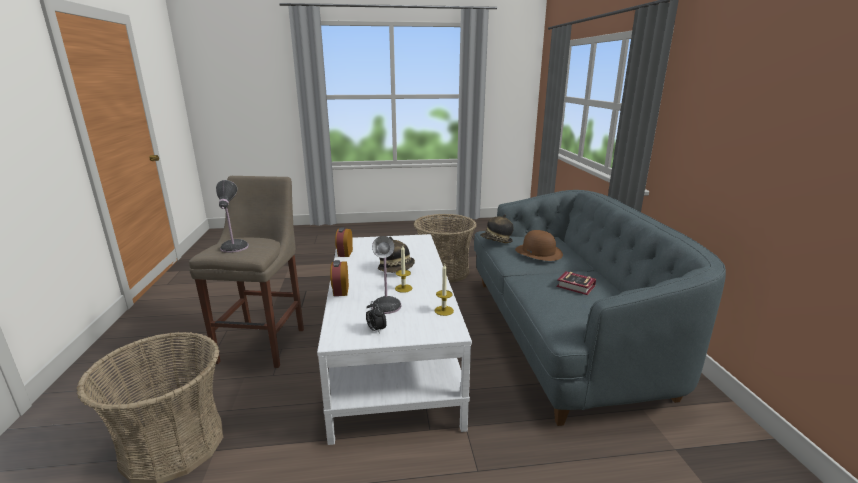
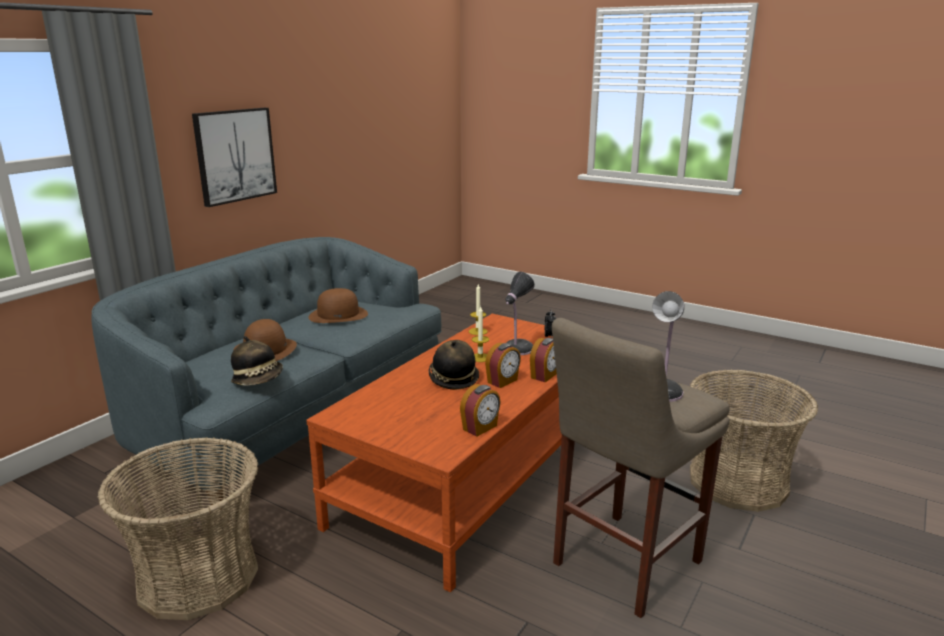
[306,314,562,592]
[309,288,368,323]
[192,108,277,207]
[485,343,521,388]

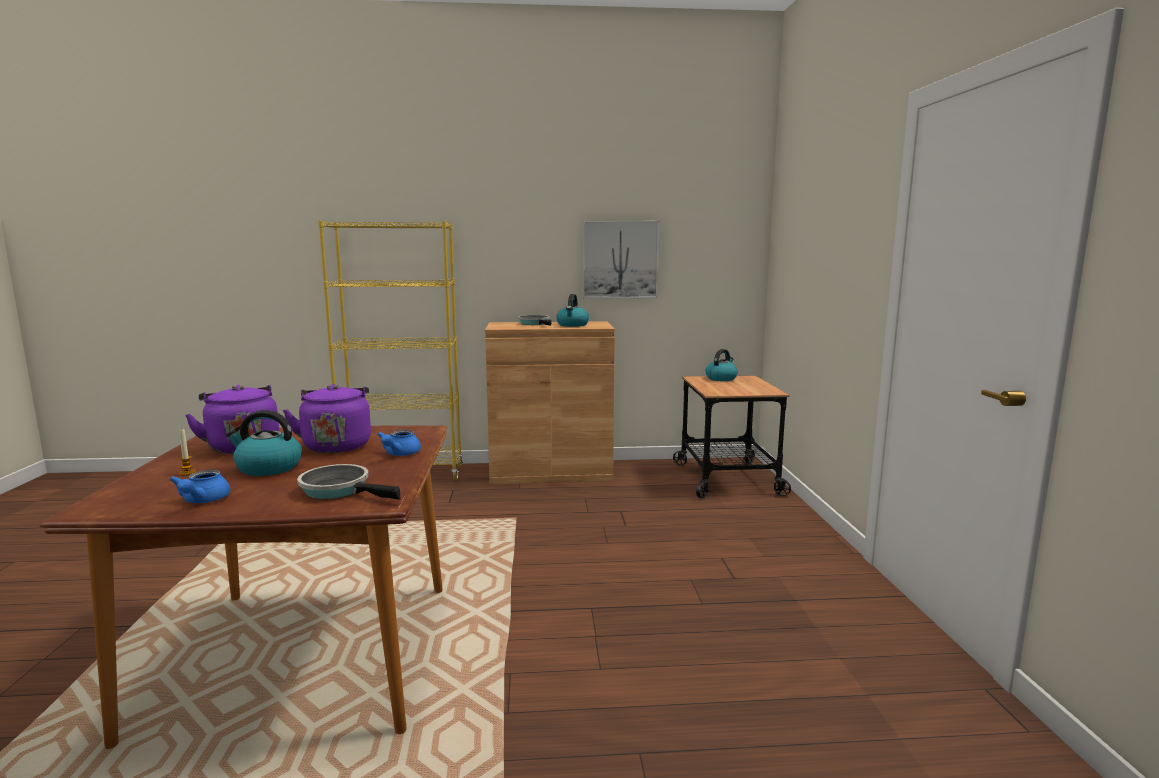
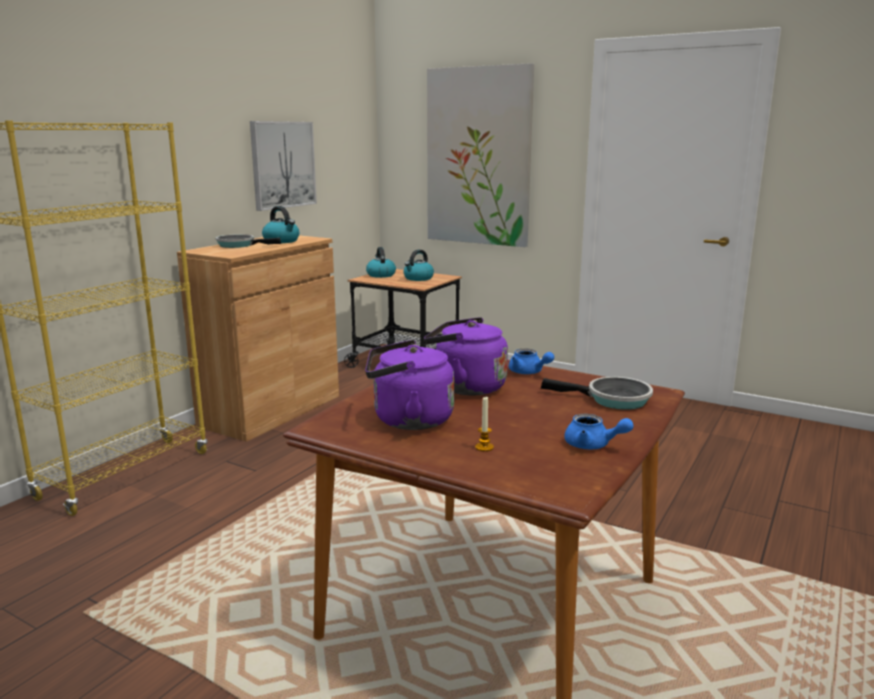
[404,250,434,281]
[541,377,653,410]
[427,63,534,247]

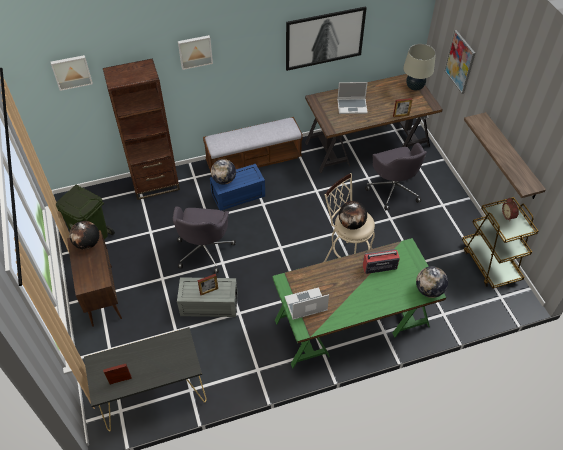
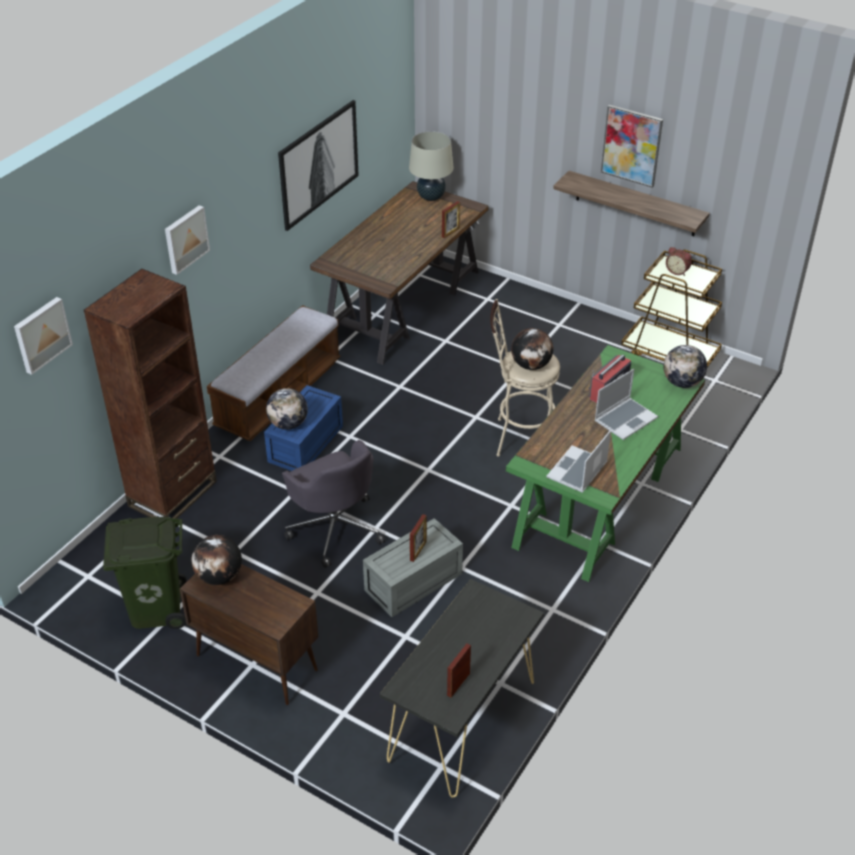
[601,105,663,188]
[595,369,658,440]
[365,143,427,210] (first image)

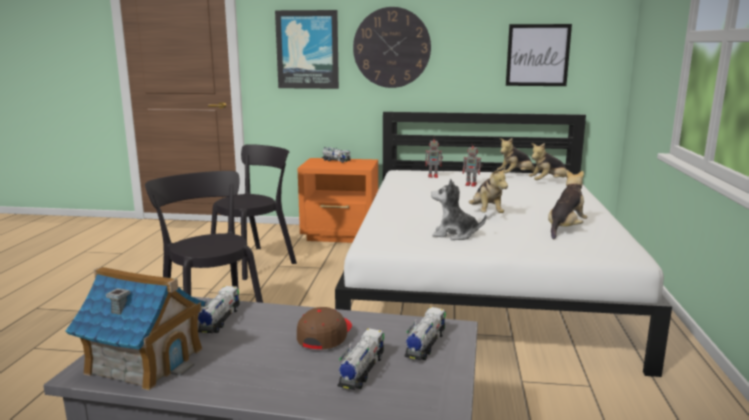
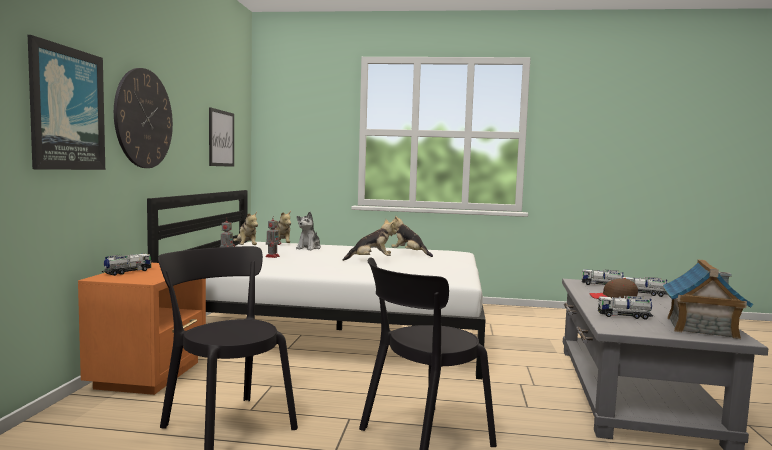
[296,212,321,250]

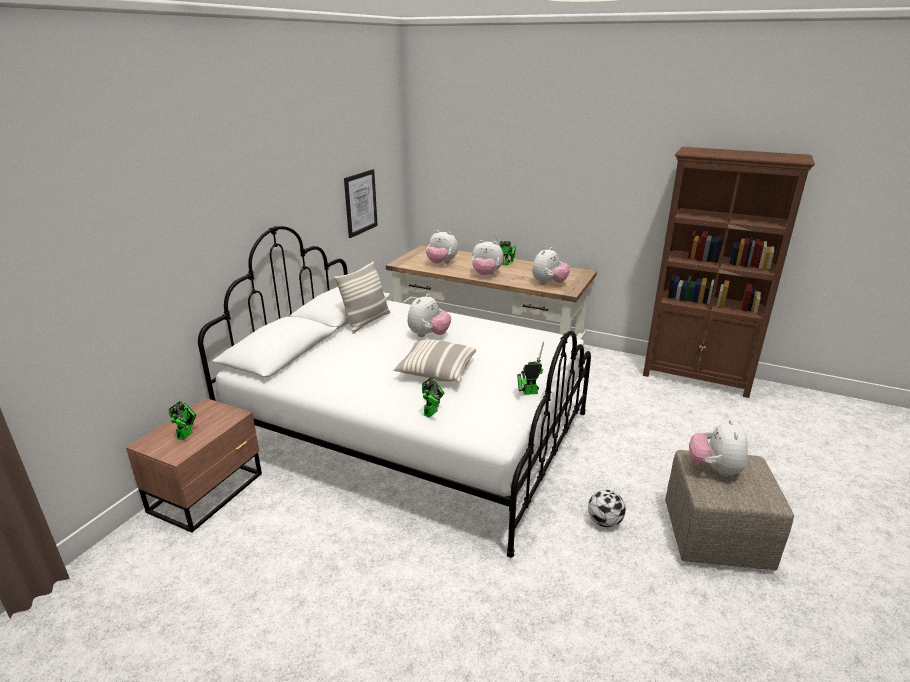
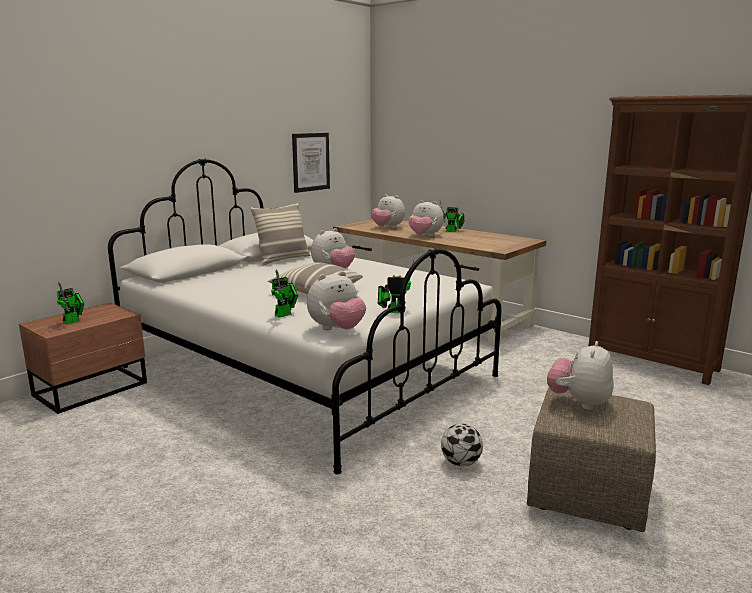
[307,271,366,330]

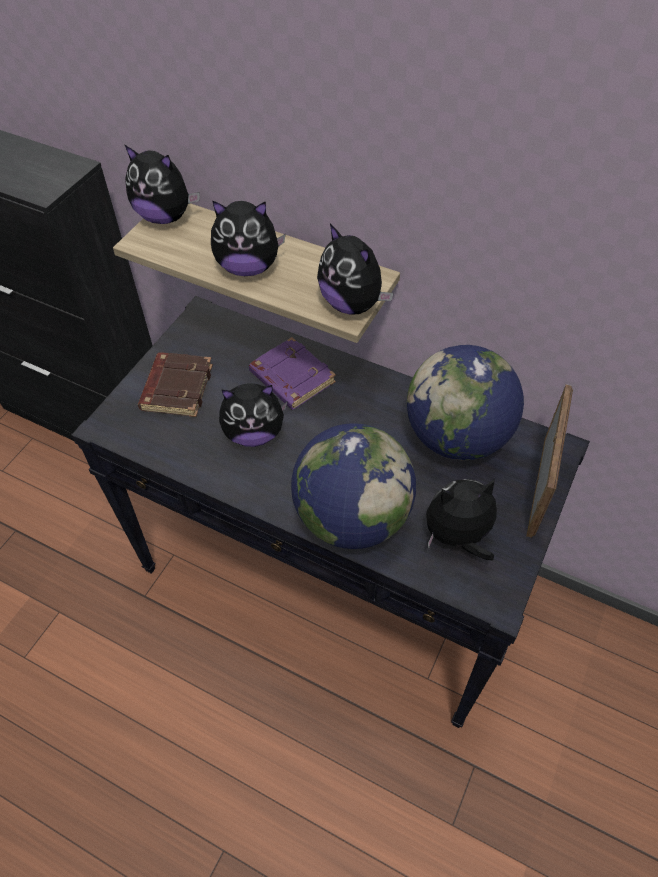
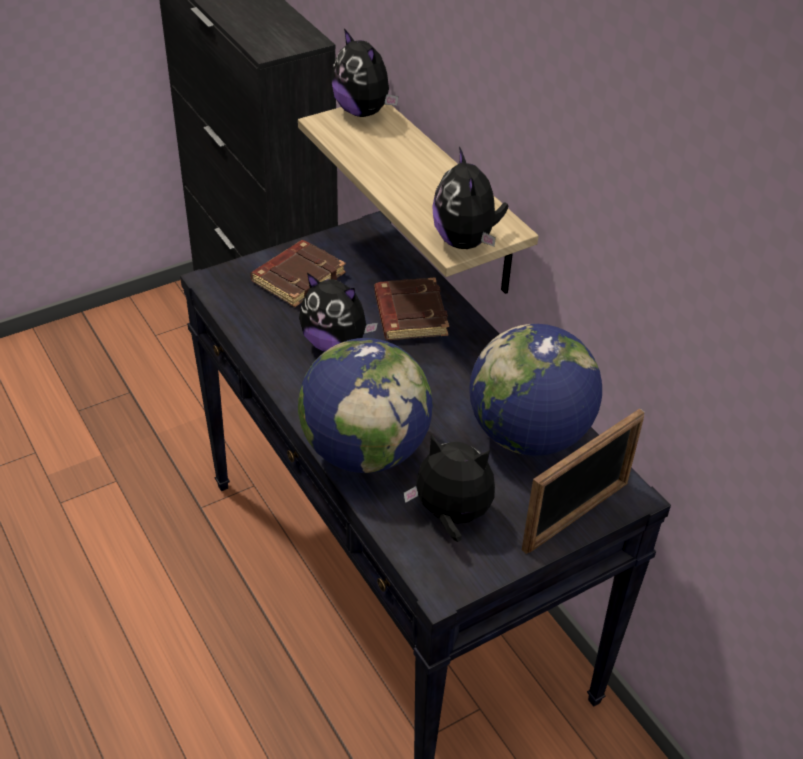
[211,200,286,276] (first image)
[374,277,449,340]

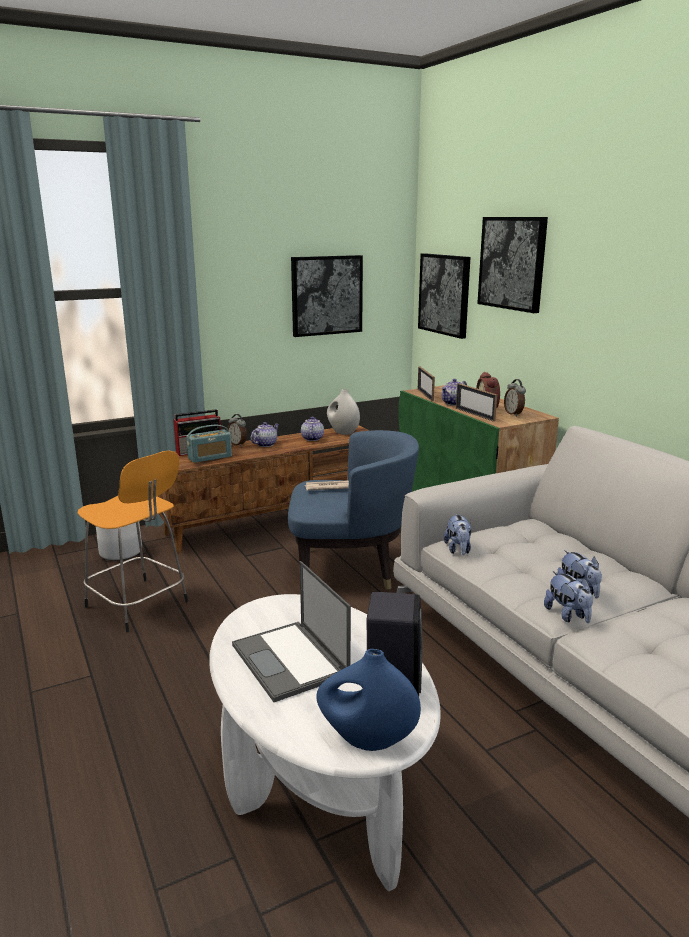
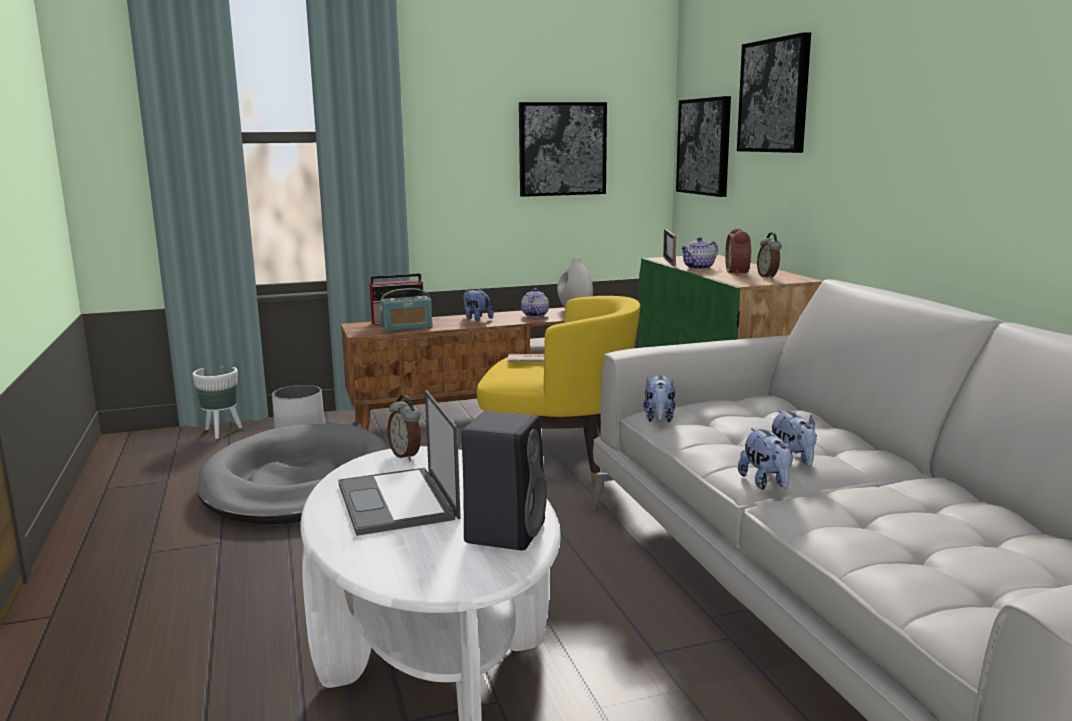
[456,383,497,422] (first image)
[387,395,421,461]
[463,288,493,321]
[477,296,640,485]
[197,423,390,524]
[316,649,421,751] (first image)
[192,366,242,439]

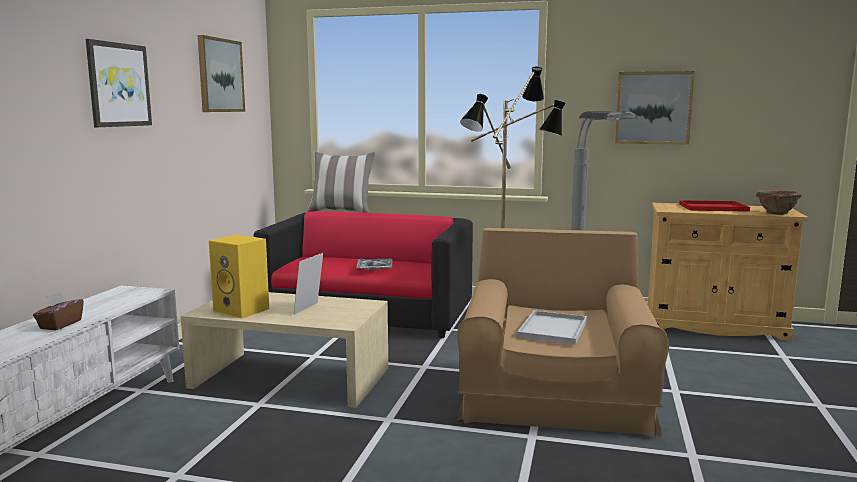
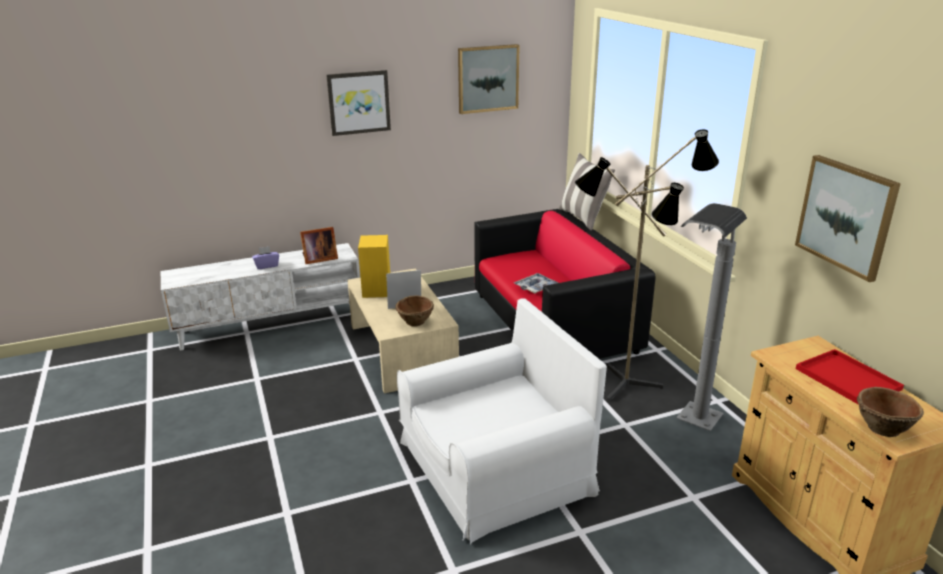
[397,298,607,544]
[252,246,279,269]
[517,310,587,345] (first image)
[300,227,338,264]
[396,296,434,327]

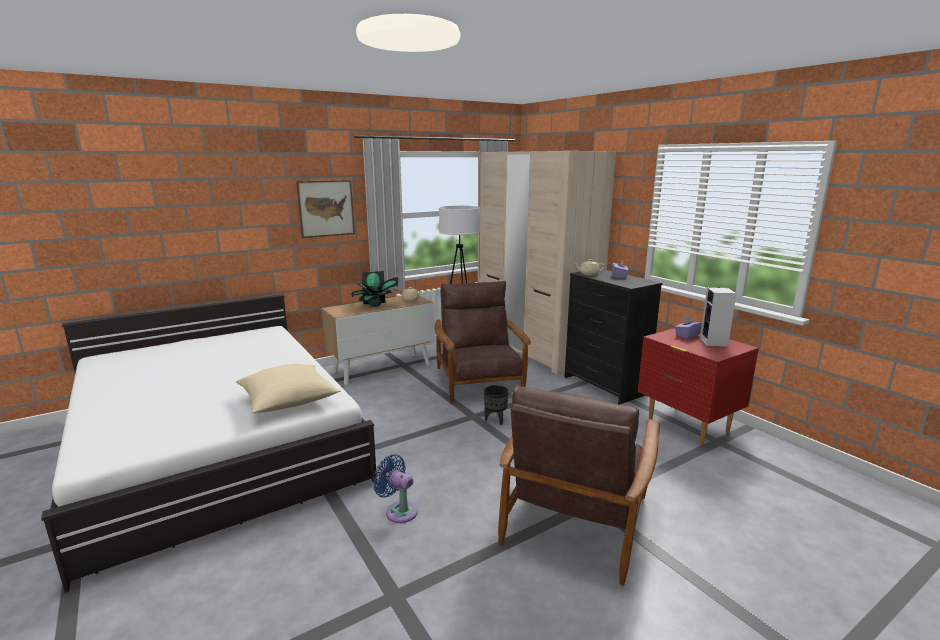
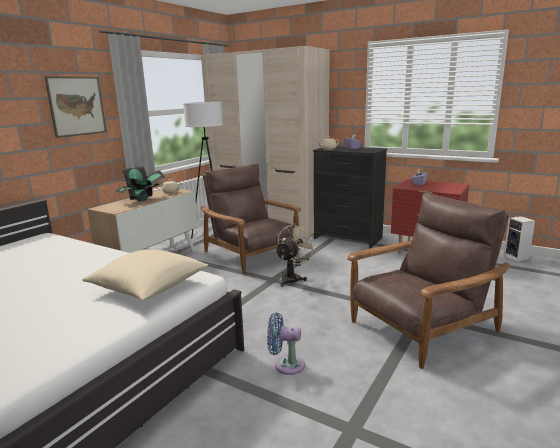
[504,216,535,262]
[275,224,317,287]
[347,192,510,369]

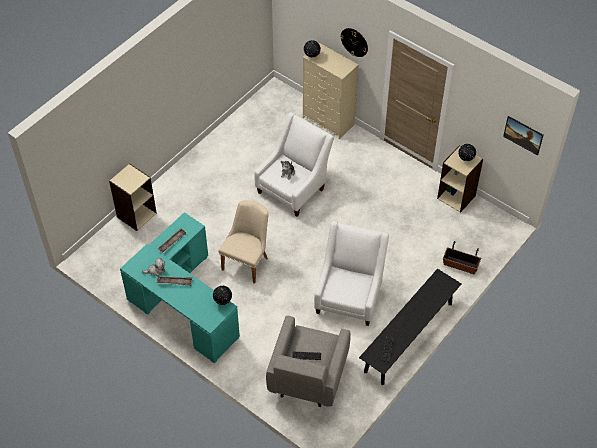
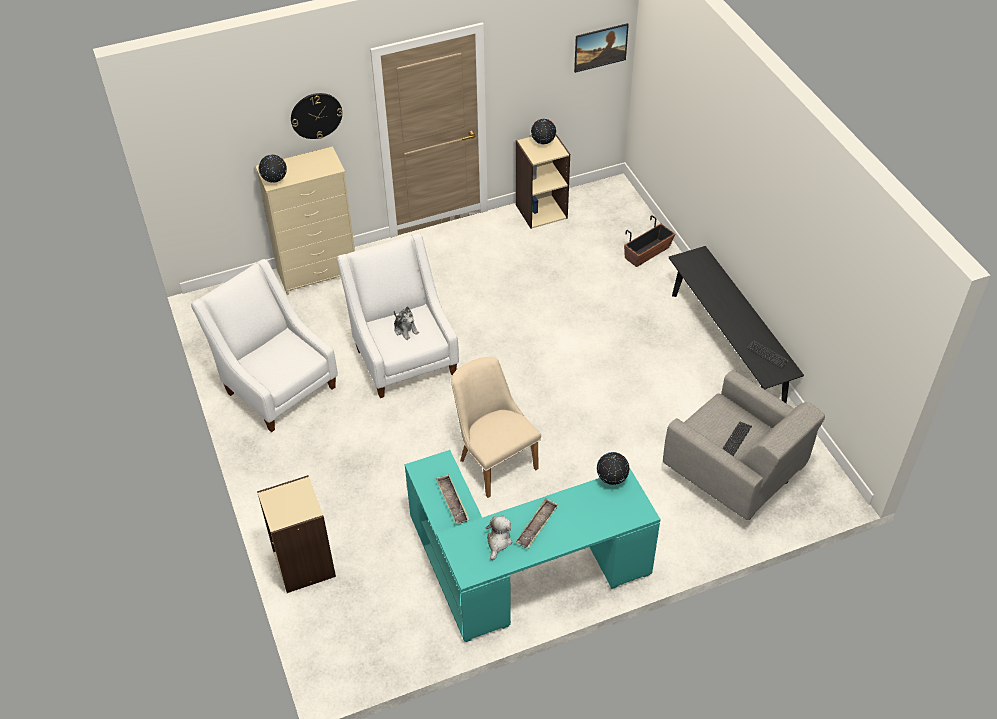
[191,259,338,432]

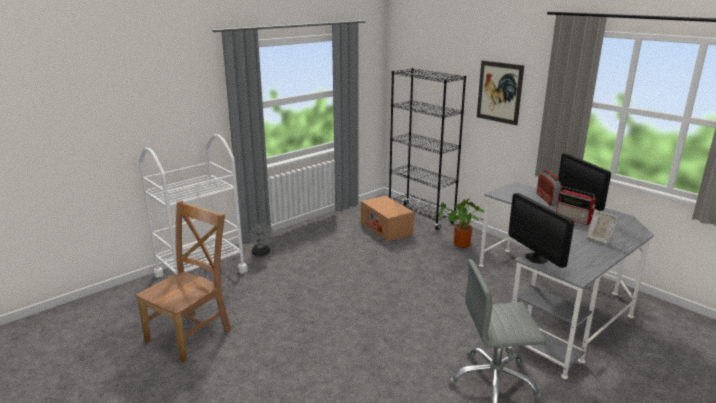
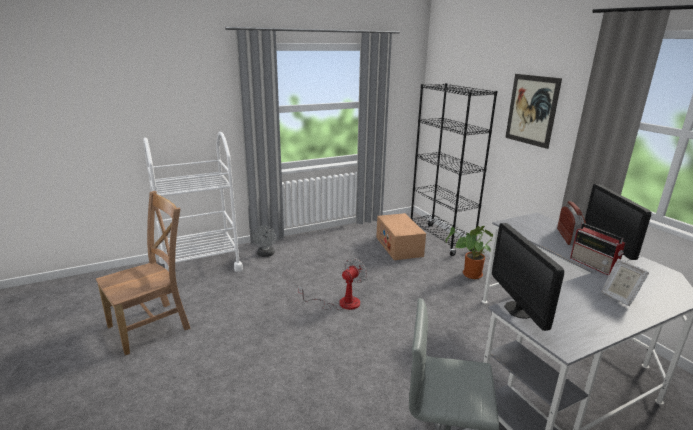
[298,258,367,311]

